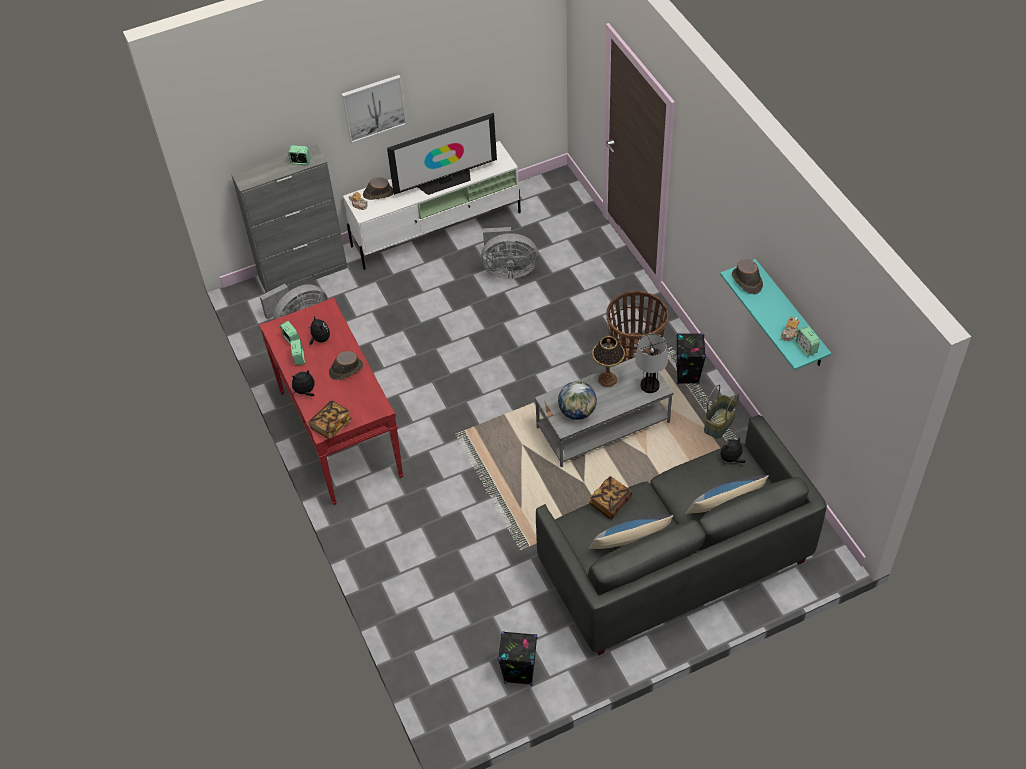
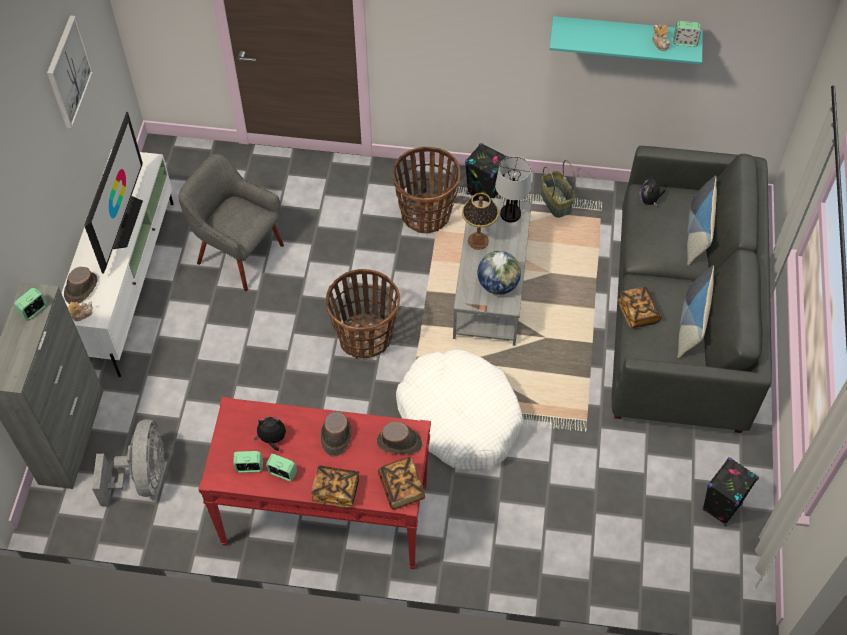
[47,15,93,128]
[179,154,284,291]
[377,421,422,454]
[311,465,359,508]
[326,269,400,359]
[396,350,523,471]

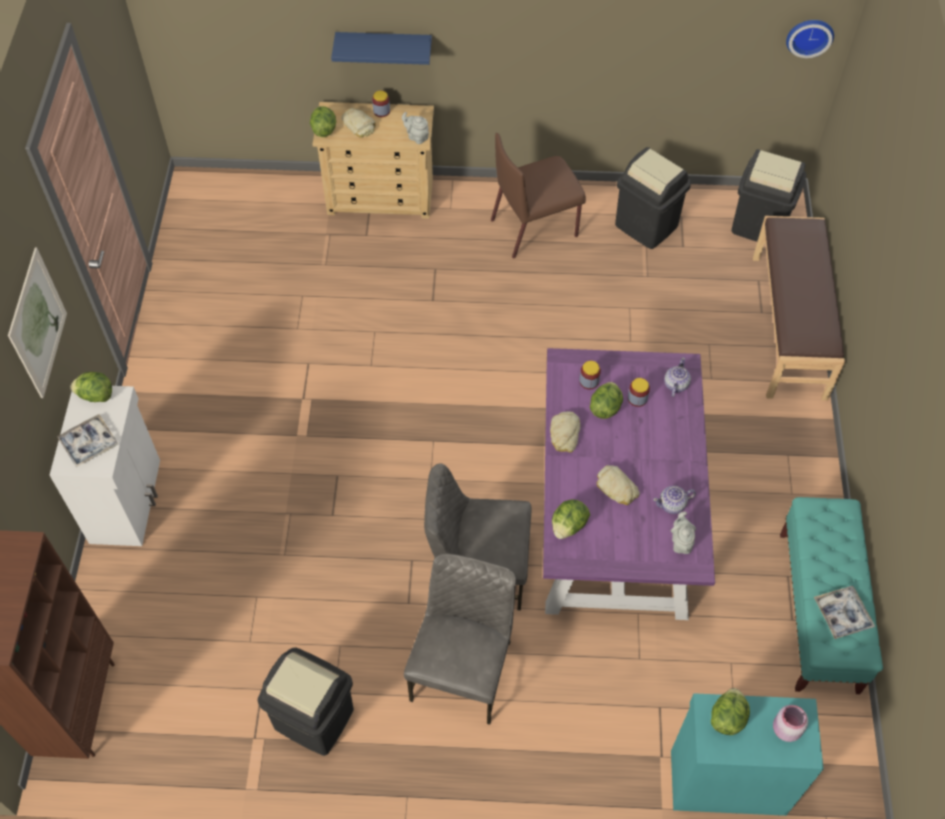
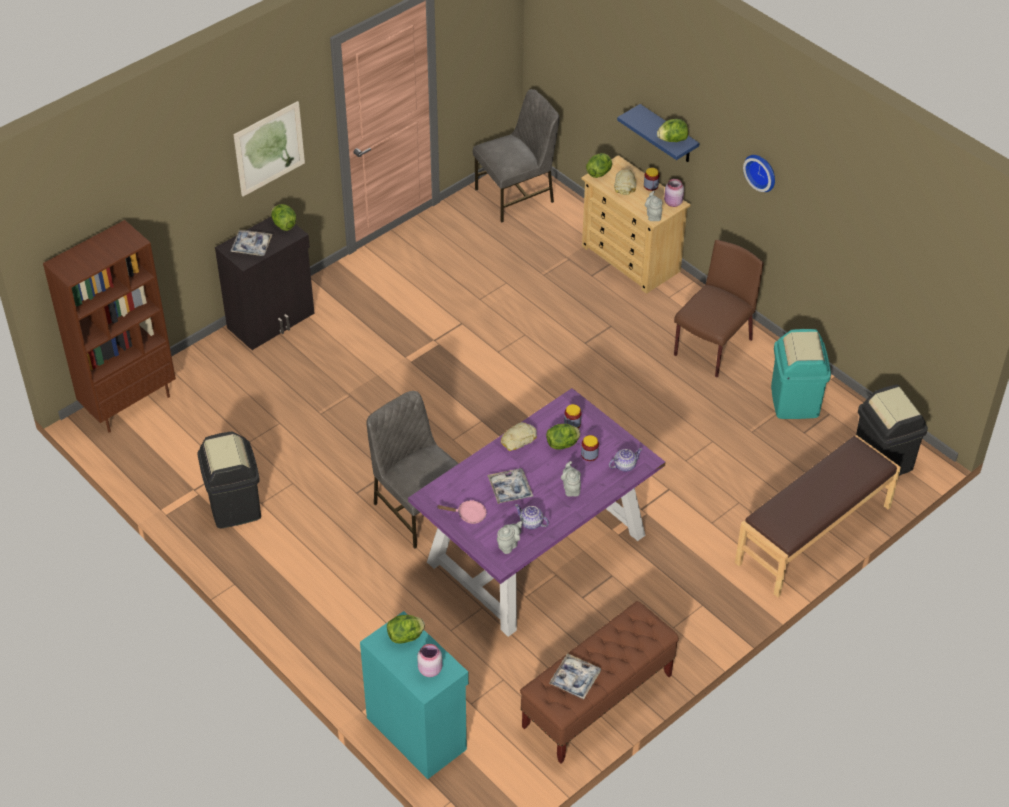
[743,155,775,192]
[674,240,764,377]
[771,329,831,419]
[215,217,314,350]
[487,468,533,504]
[520,601,679,763]
[657,119,688,142]
[473,89,559,223]
[664,179,684,207]
[561,461,581,497]
[437,500,487,524]

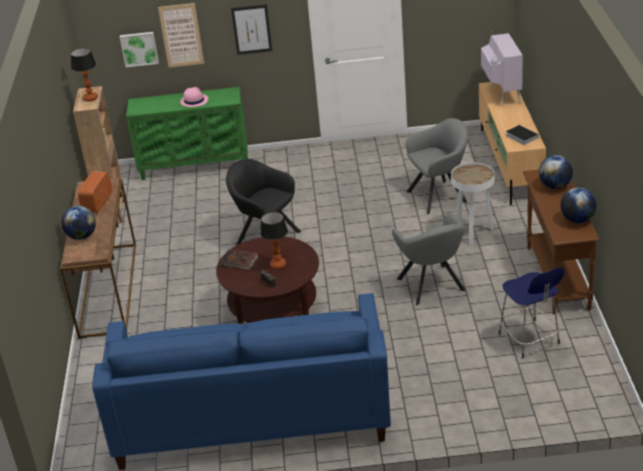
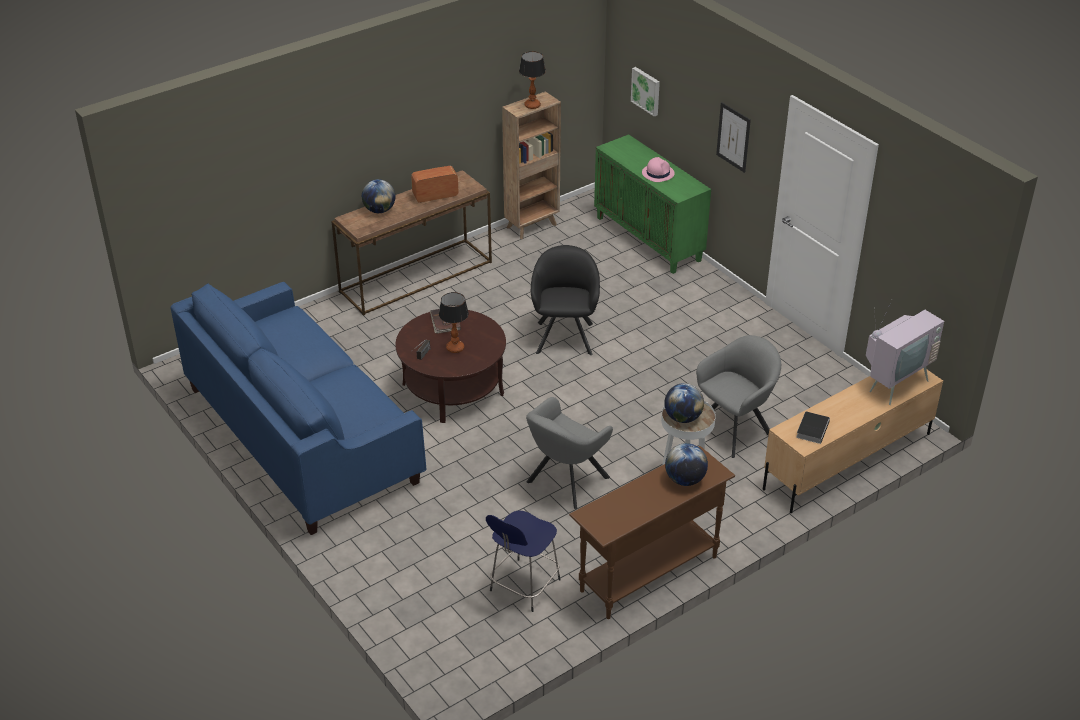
[158,3,204,67] (first image)
[696,335,781,458]
[664,383,704,423]

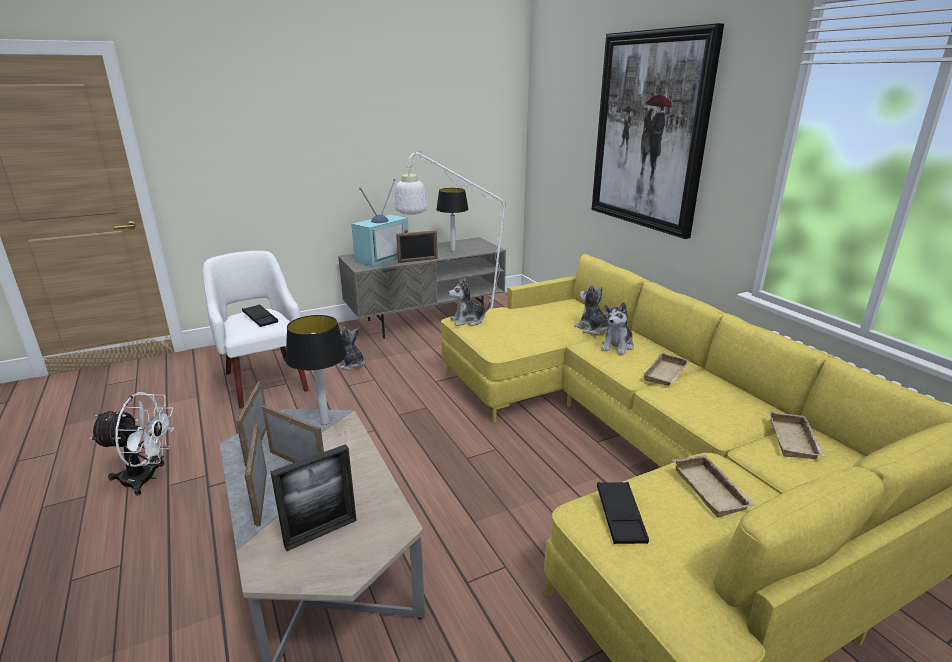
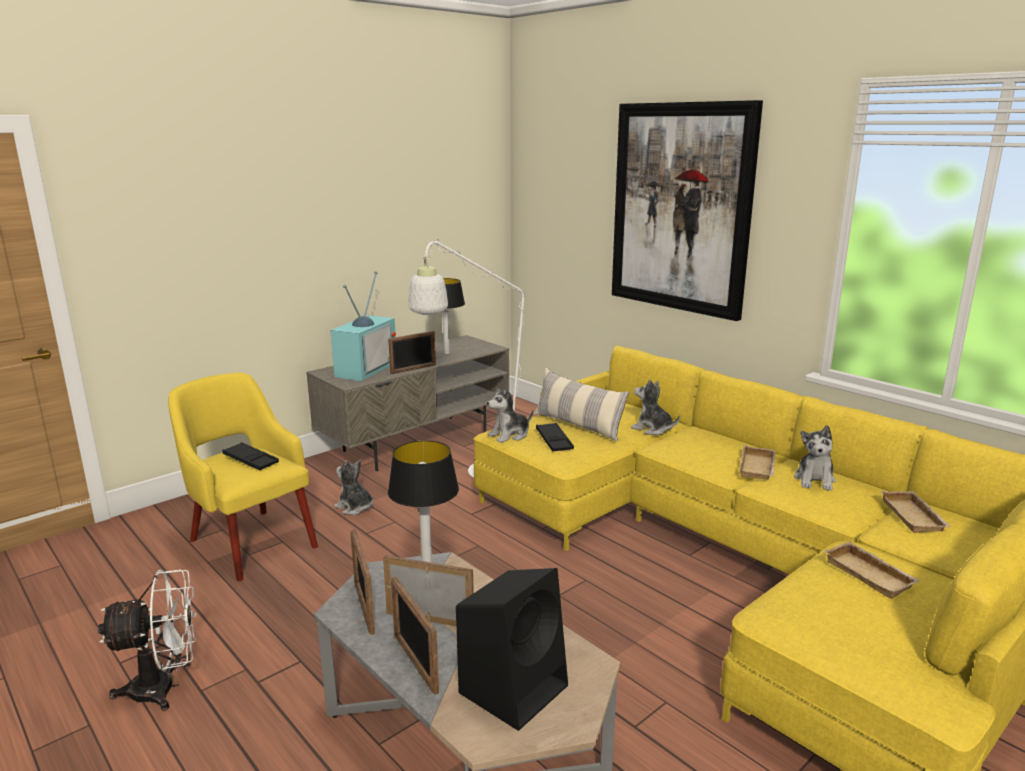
[168,373,318,581]
[794,425,836,491]
[456,568,568,731]
[536,423,574,452]
[534,368,629,442]

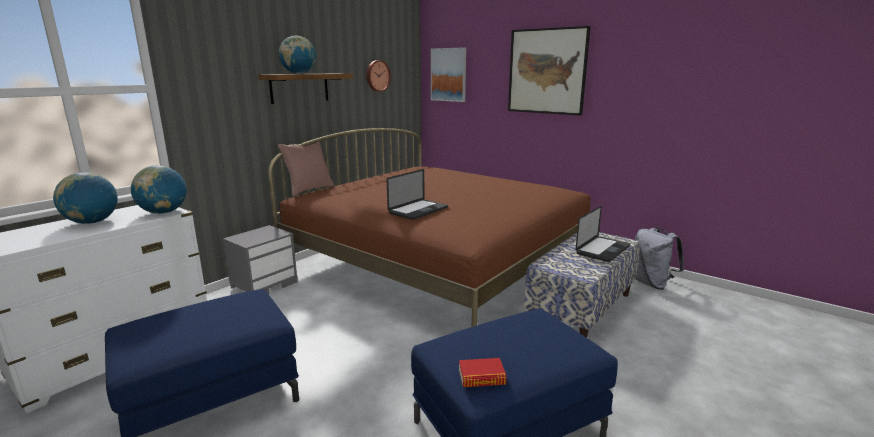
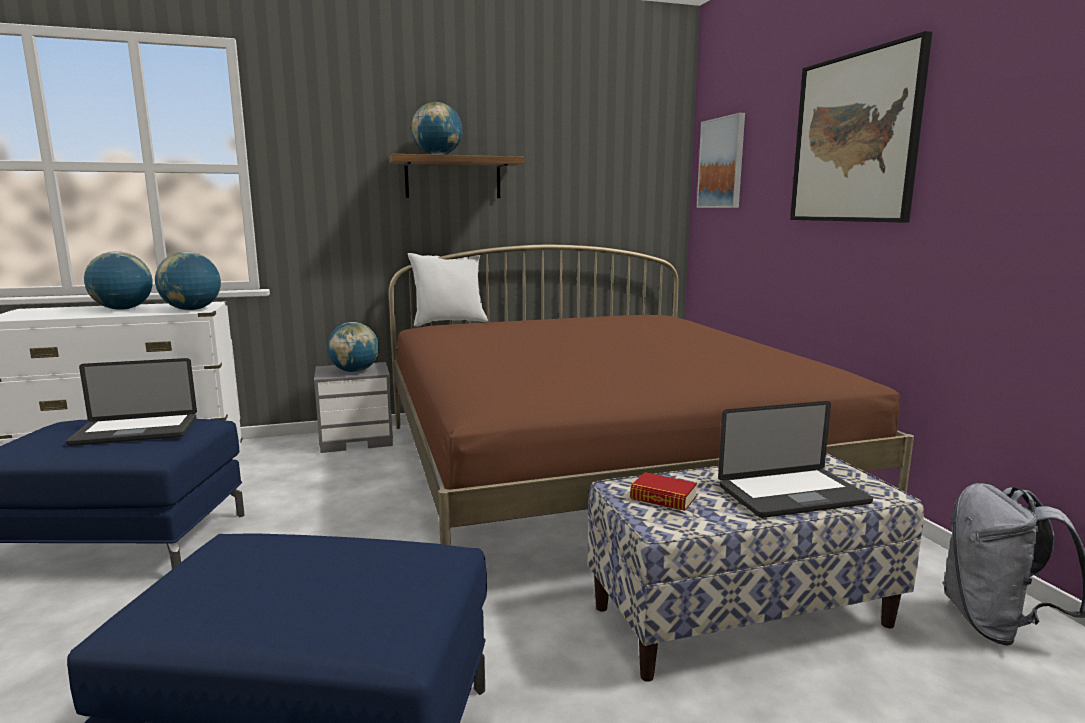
[366,60,391,92] (first image)
[408,253,488,326]
[66,358,197,446]
[630,472,697,511]
[327,322,379,372]

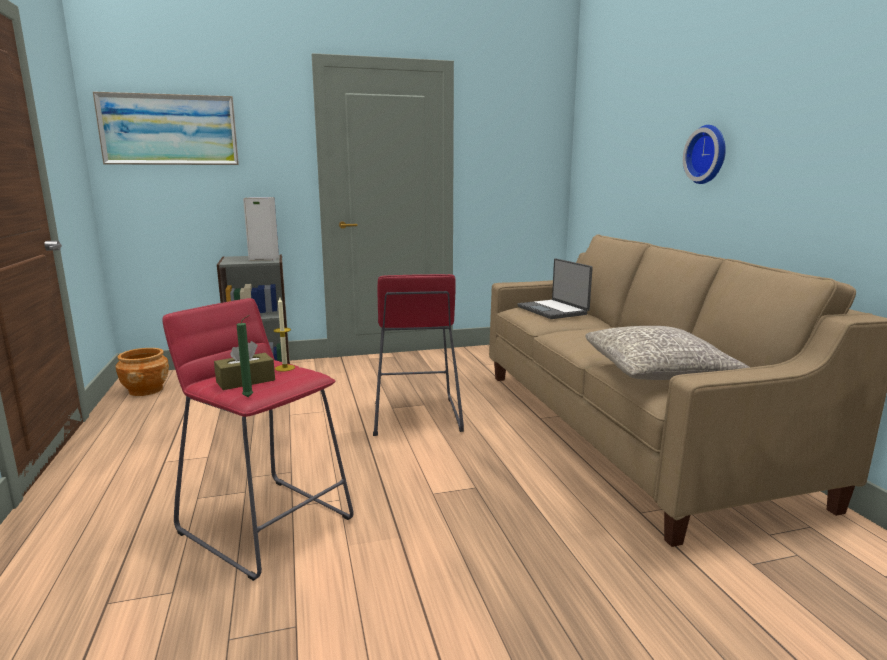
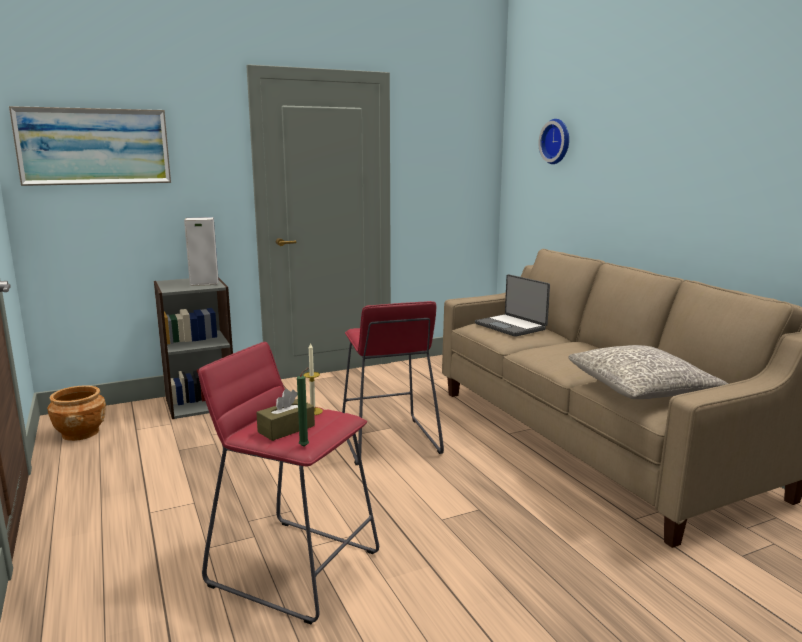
[539,119,569,164]

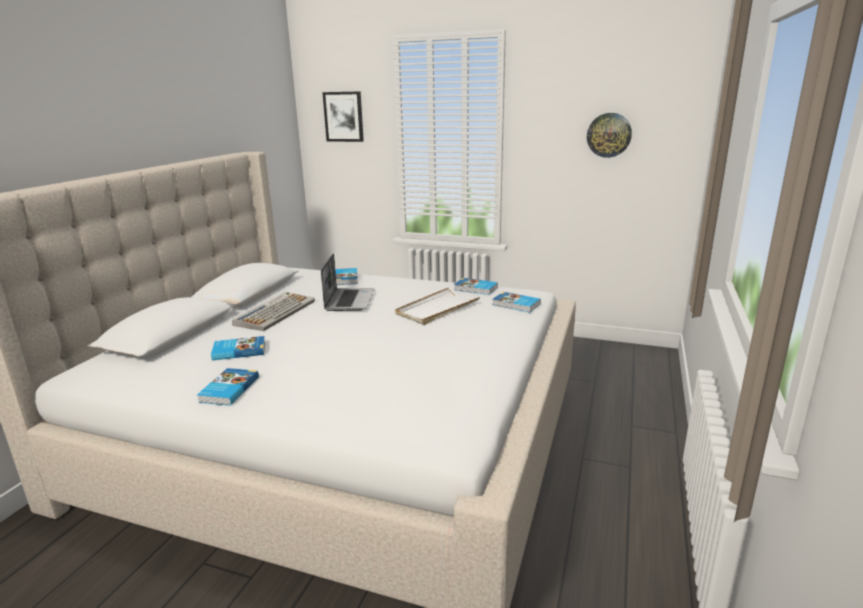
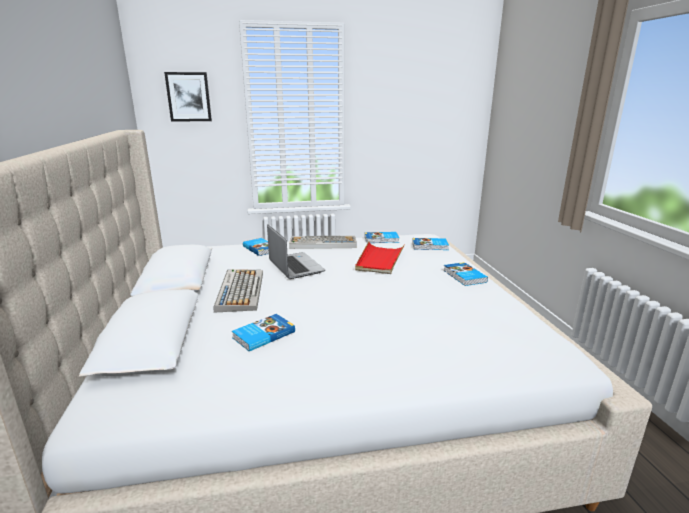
[587,113,632,158] (first image)
[355,241,405,274]
[443,262,488,286]
[289,236,357,249]

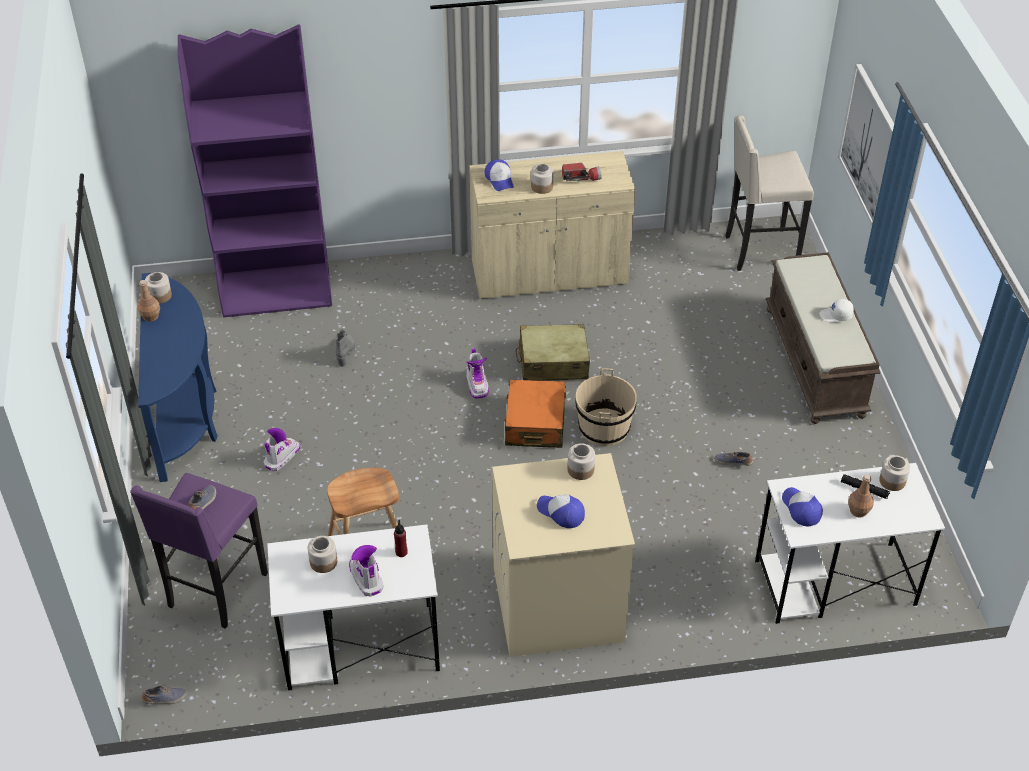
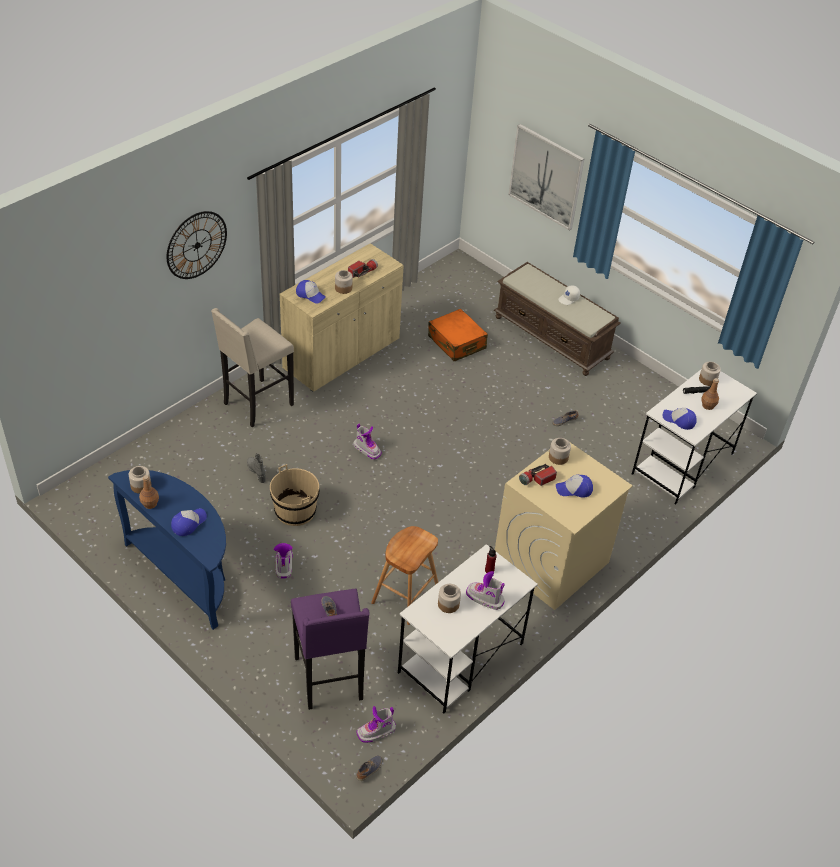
[178,24,332,318] (first image)
[211,308,294,427]
[515,324,590,381] (first image)
[270,464,319,526]
[428,309,488,361]
[167,211,227,279]
[519,464,557,486]
[171,508,207,536]
[356,706,396,743]

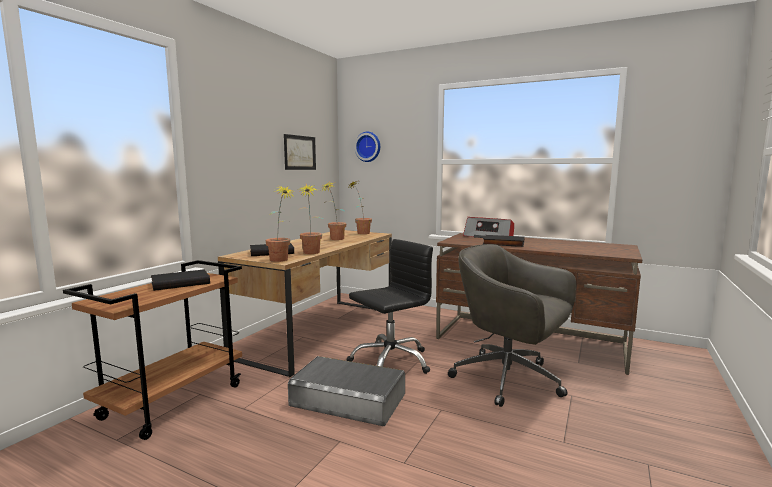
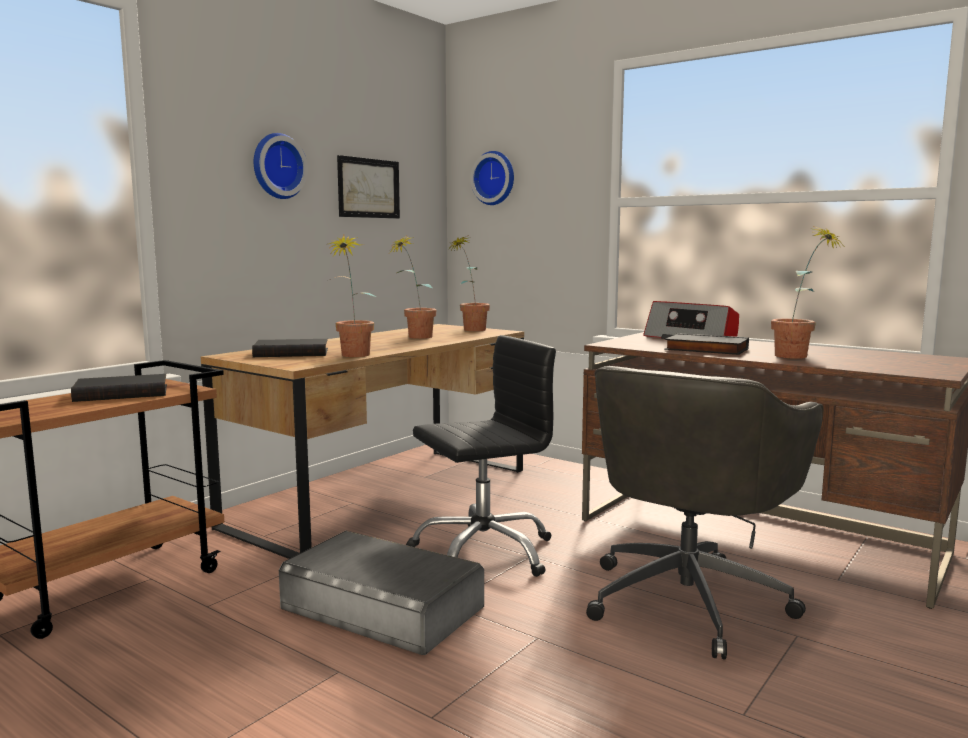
[771,225,846,359]
[586,366,823,659]
[254,133,308,199]

